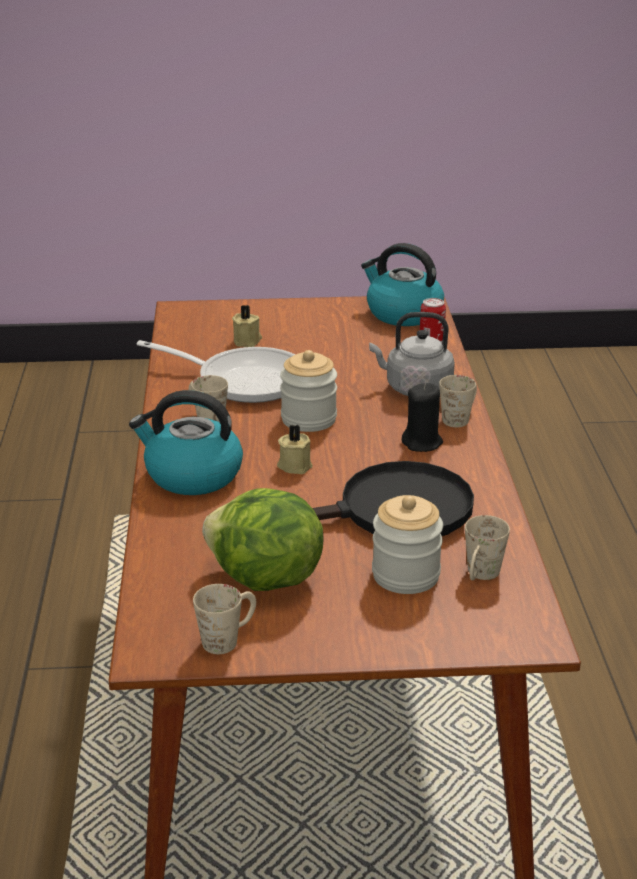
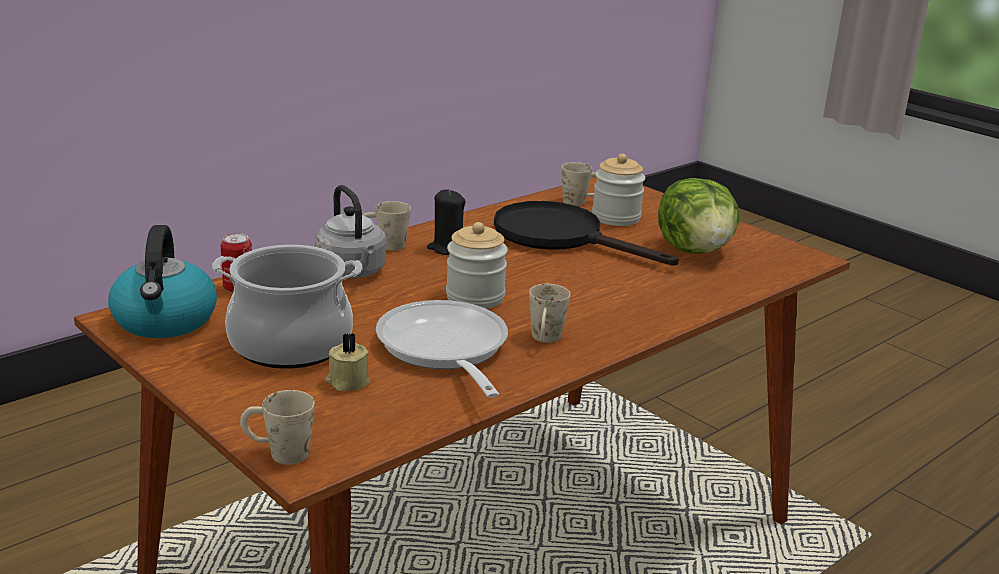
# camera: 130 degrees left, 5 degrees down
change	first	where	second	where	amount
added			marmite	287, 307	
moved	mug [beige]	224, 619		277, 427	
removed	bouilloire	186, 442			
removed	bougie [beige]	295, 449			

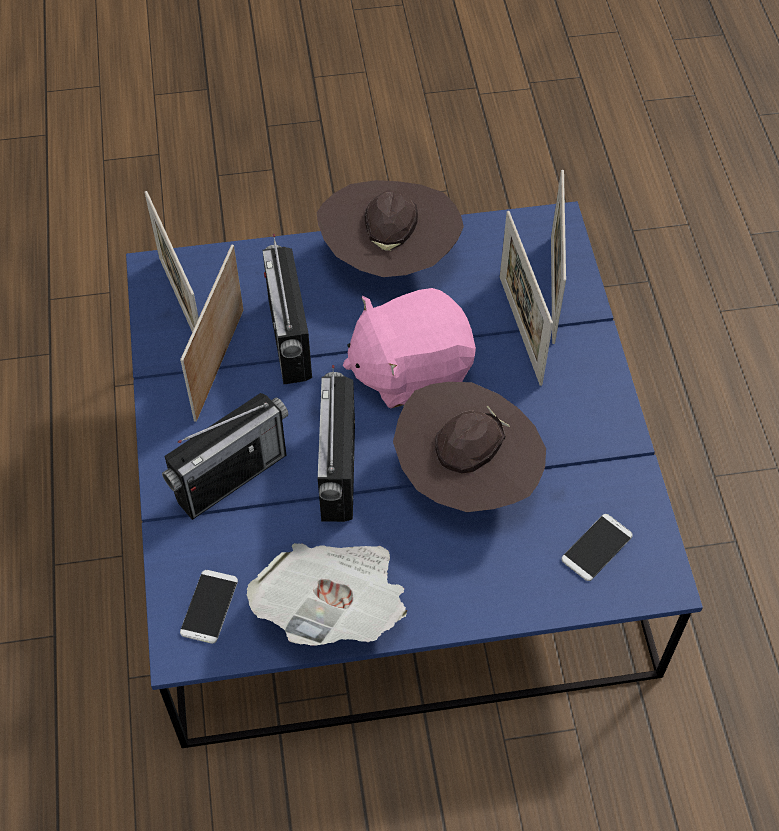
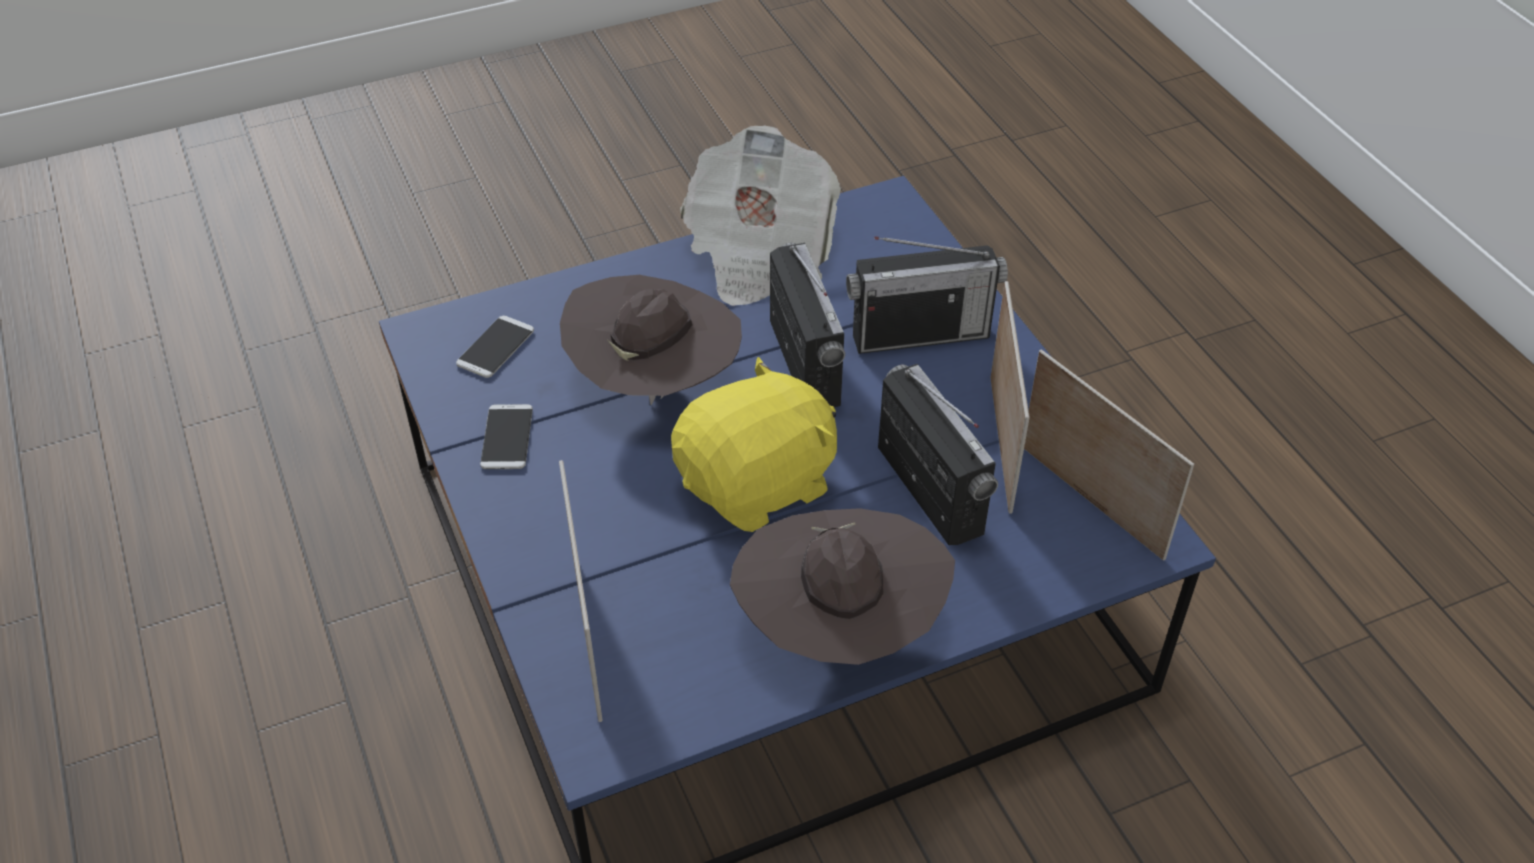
# camera: 165 degrees right, 10 degrees down
change	first	where	second	where	amount
moved	téléphone	209, 607		506, 436	
recoloured	peluche [rose]	409, 348	peluche [jaune]	754, 444	
turned	radio	225, 456		927, 295	135 degrees counterclockwise
removed	cadre photo	526, 298			

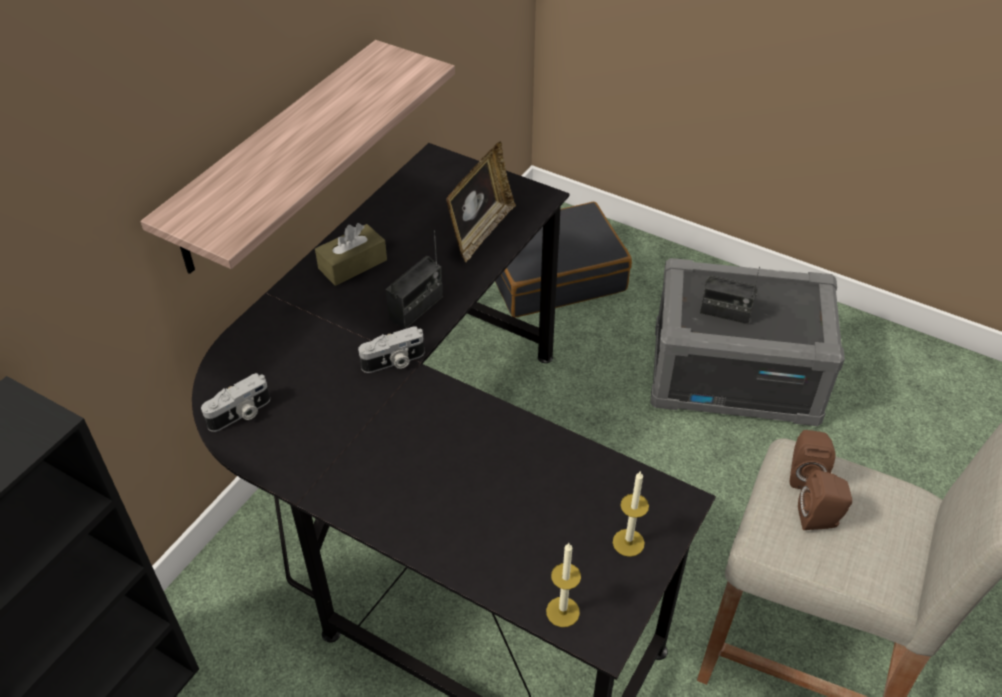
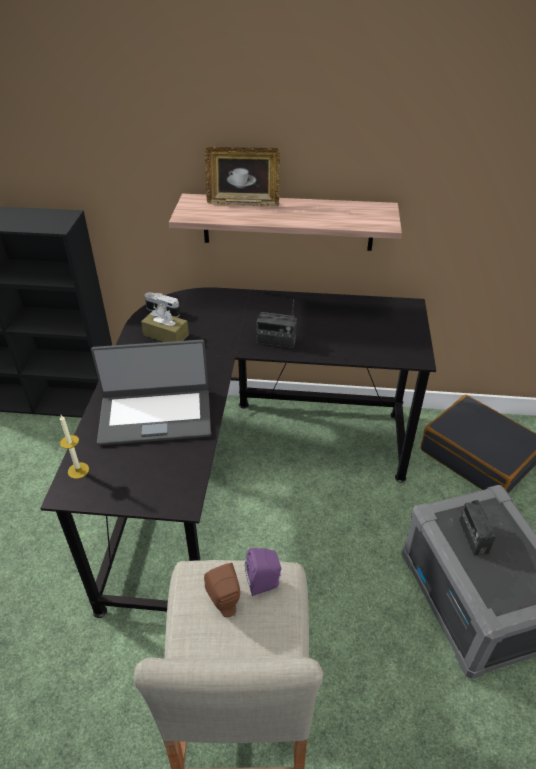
# camera: 65 degrees right, 5 degrees down
change	first	where	second	where	amount
added			ordinateur portable	151, 392	
moved	boîte à mouchoirs [marron]	351, 254		165, 324	
moved	cadre photo	481, 202		242, 177	
recoloured	enceinte [marron]	813, 459	enceinte [violet]	263, 572	
removed	appareil photo	391, 349			
removed	bougie	631, 514			

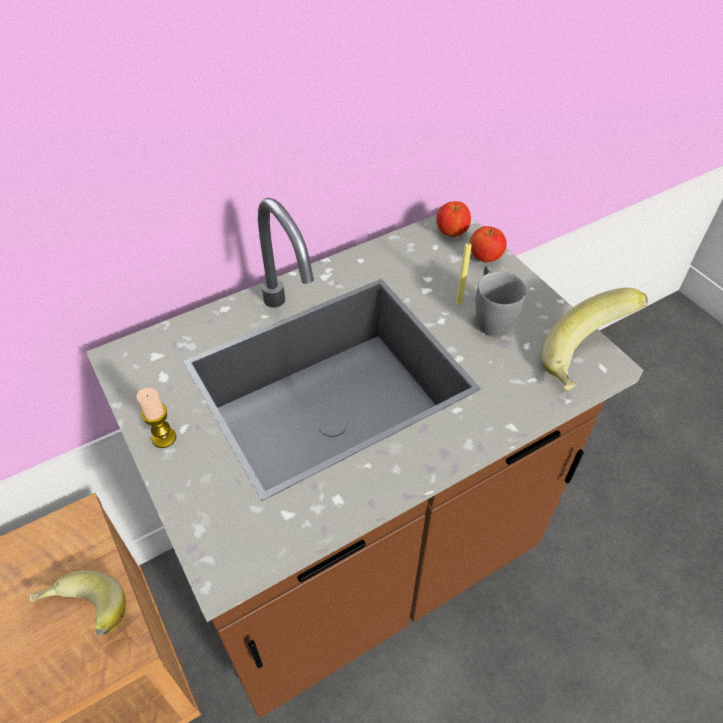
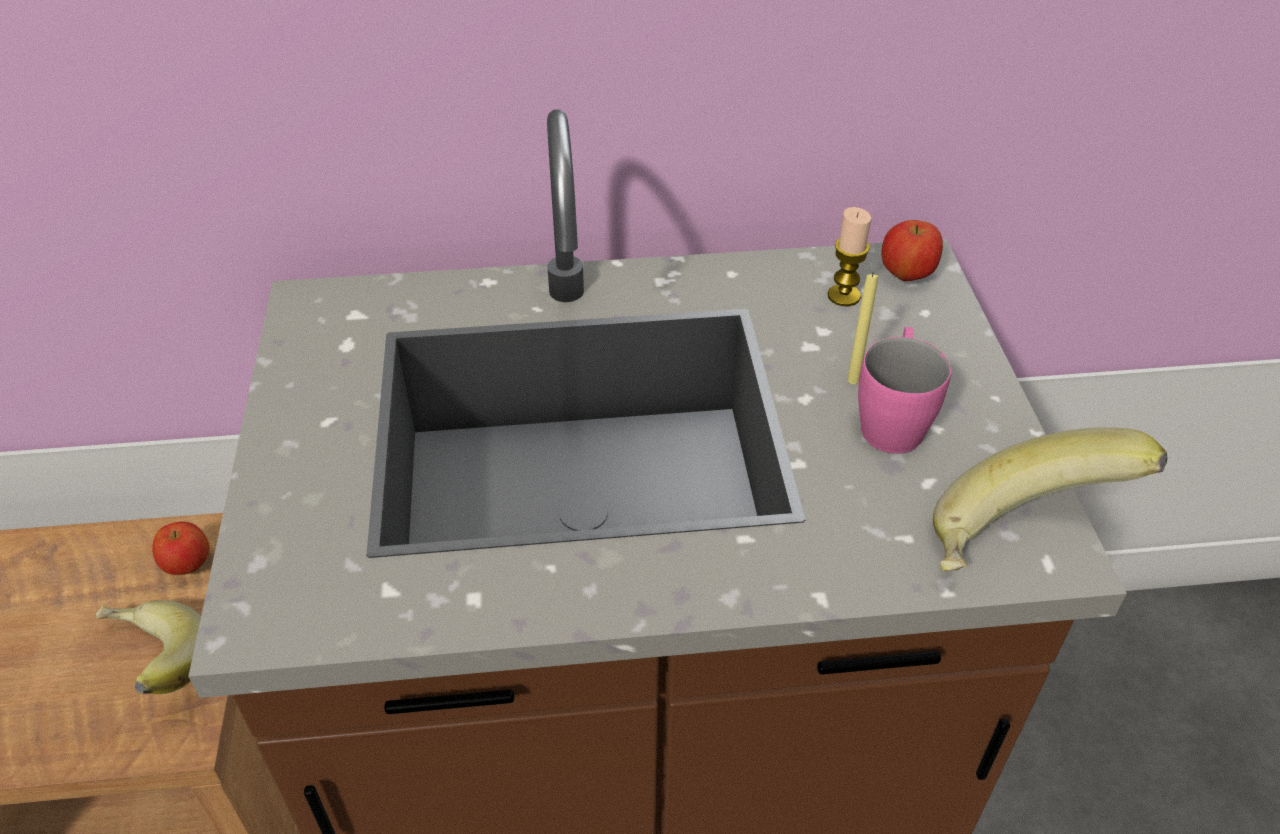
# camera: 25 degrees right, 5 degrees down
change	first	where	second	where	amount
moved	pomme	488, 244		181, 548	
moved	bougie	156, 418		849, 256	
recoloured	mug [gris]	500, 301	mug [rose]	904, 390	

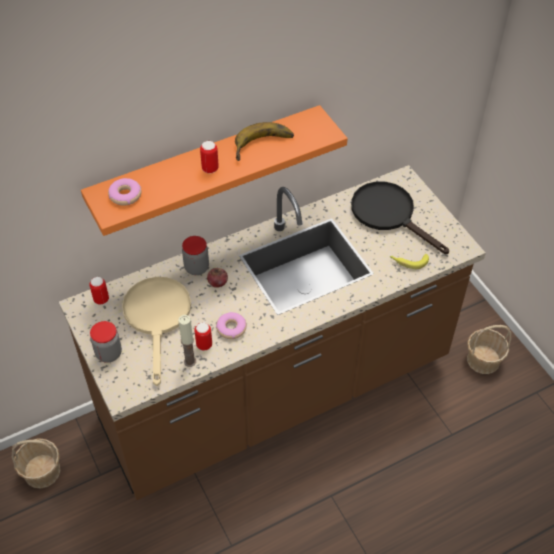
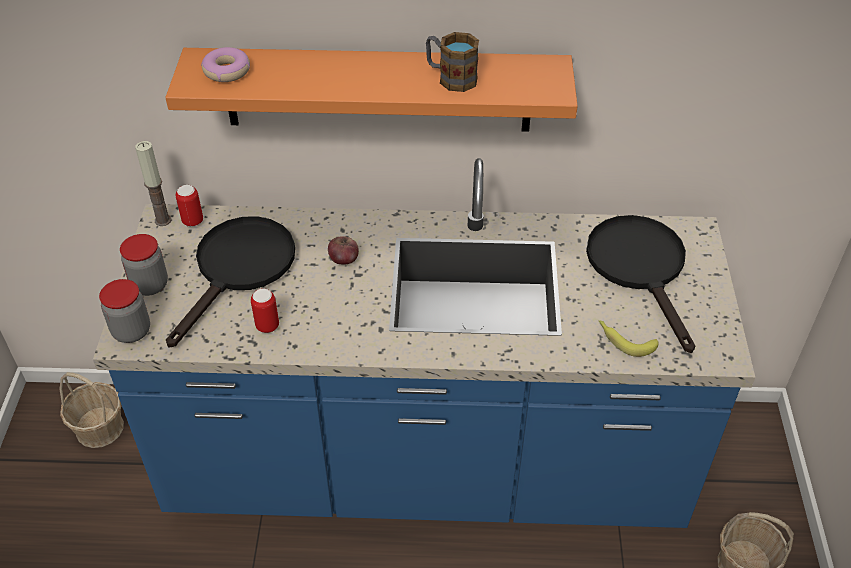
# camera: 30 degrees right, 5 degrees down
change	first	where	second	where	amount
recoloured	comptoir de cuisine [marron]	272, 332	comptoir de cuisine [bleu]	424, 343	
moved	bocal	195, 255		124, 311	
moved	bougie	187, 341		153, 183	
recoloured	poêle [beige]	156, 331	poêle [noir]	230, 282	
replaced	banane	264, 141	mug	452, 62	
removed	boîte métallique	209, 157			
removed	beignet	231, 325			

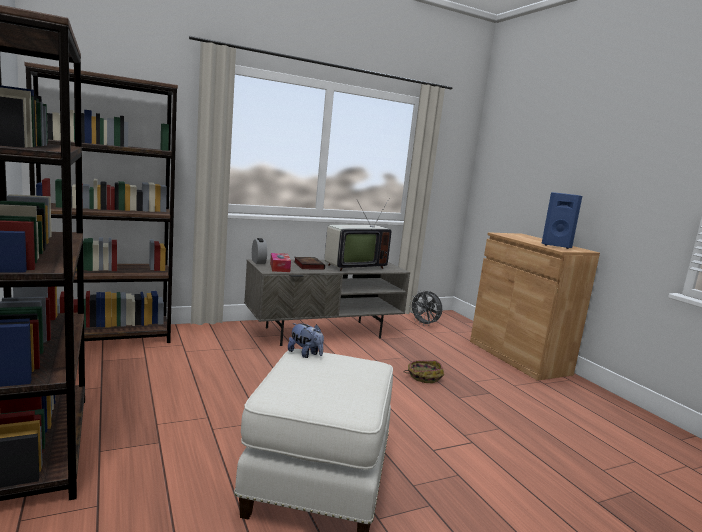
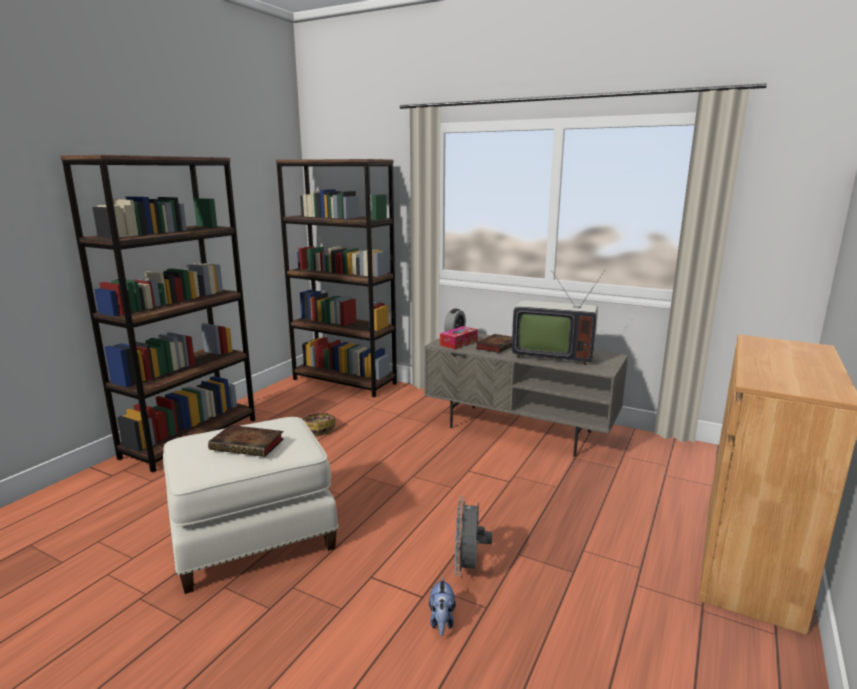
# camera: 55 degrees right, 5 degrees up
change	first	where	second	where	amount
added			livre	246, 441	
moved	panier	423, 371		319, 424	
moved	peluche	306, 340		442, 606	
moved	ventilateur [gris]	425, 308		473, 536	
removed	enceinte [bleu]	561, 220			

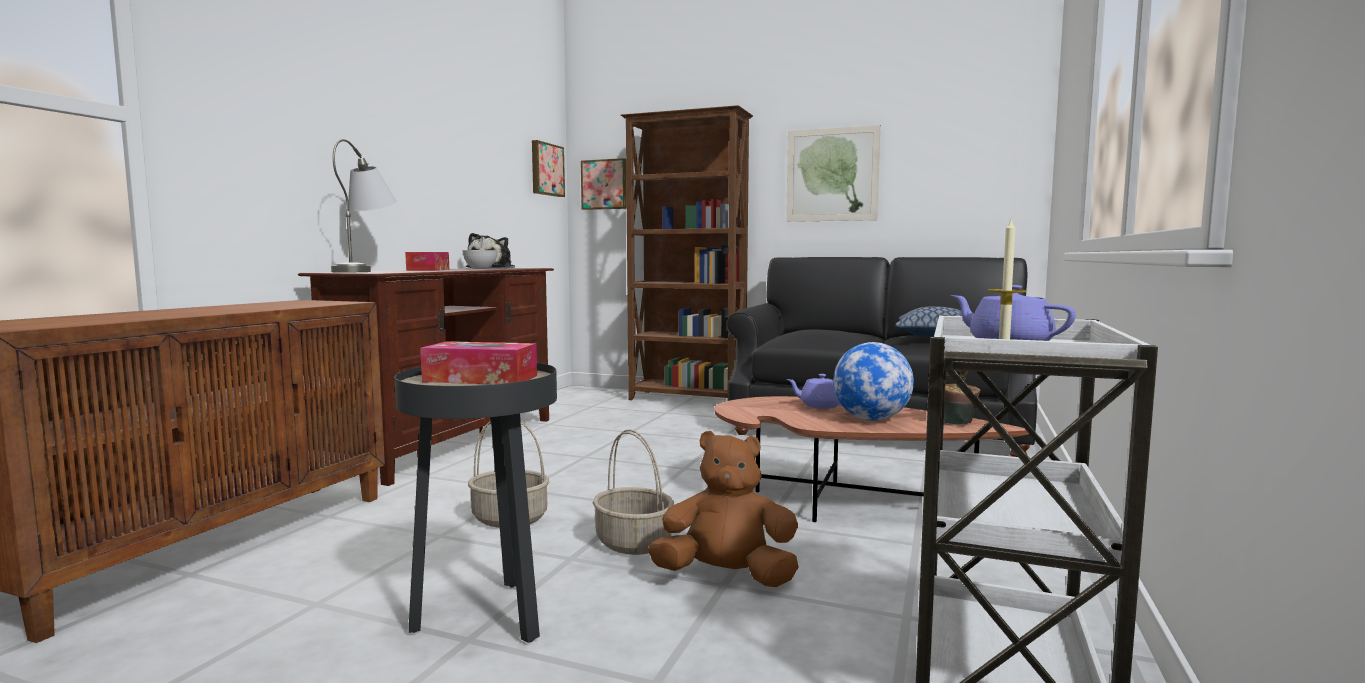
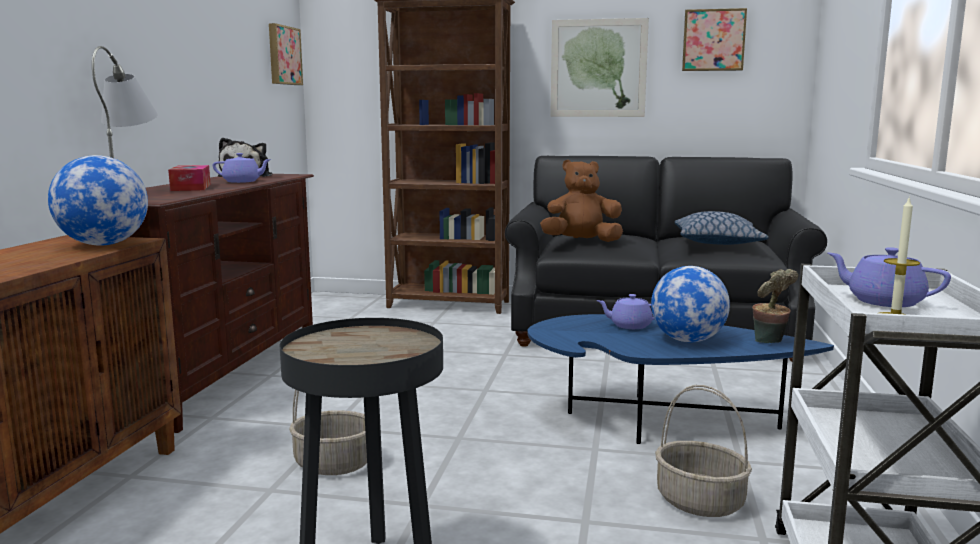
# camera: 10 degrees left, 5 degrees up
change	first	where	second	where	amount
added			globe	98, 200	
replaced	bol [gris]	480, 259	théière [violet]	242, 168	
recoloured	table basse [marron]	872, 459	table basse [bleu]	680, 379	
moved	peluche [marron]	723, 509		581, 201	
moved	panier	633, 492		703, 451	
moved	tableau	604, 184		714, 39	
removed	boîte à mouchoirs	478, 362			

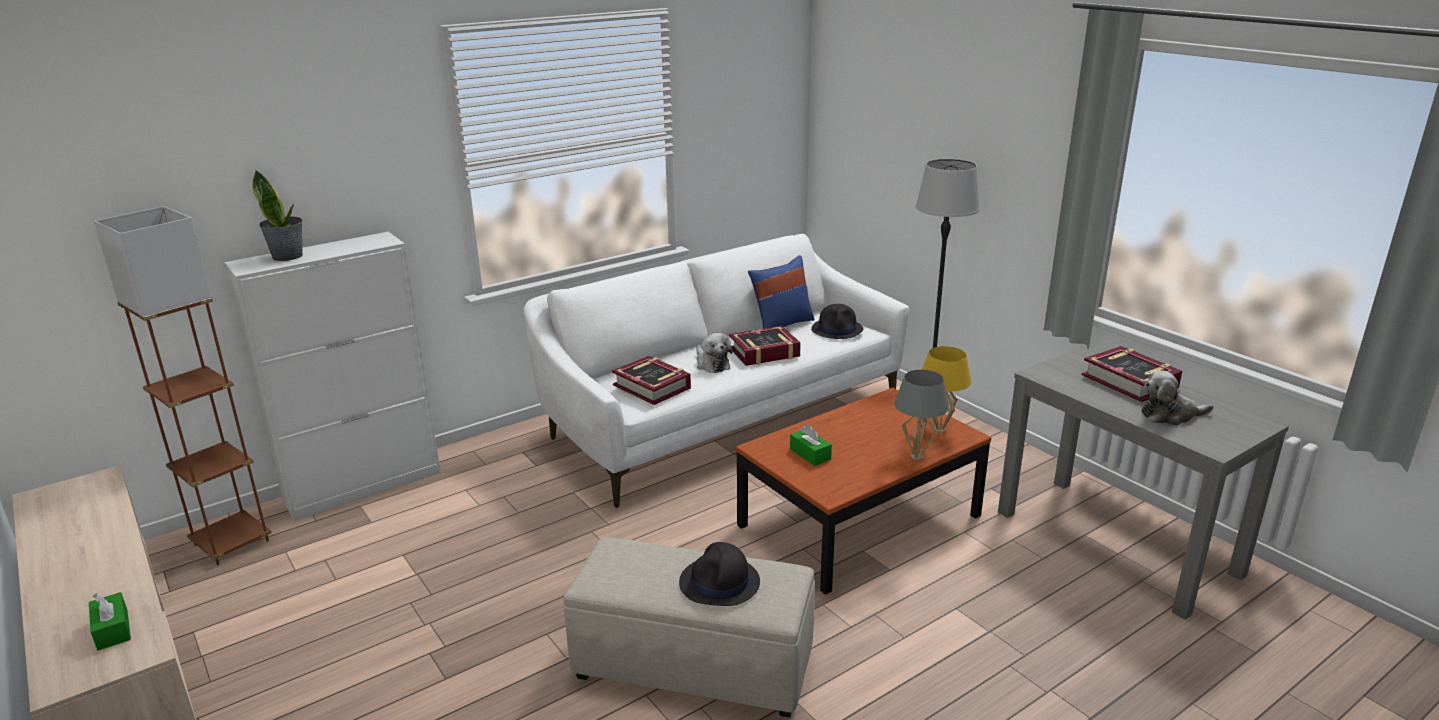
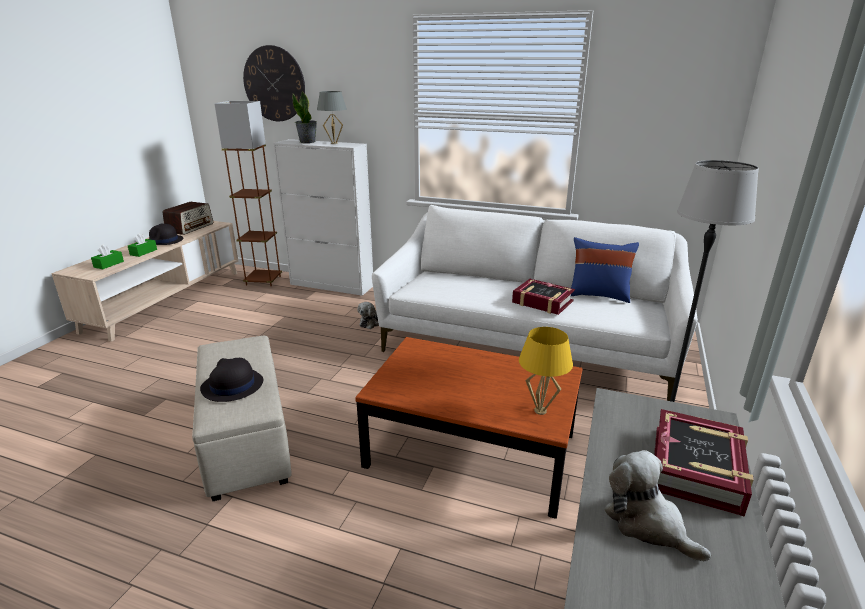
# camera: 55 degrees right, 0 degrees up
change	first	where	second	where	amount
moved	boîte à mouchoirs [vert]	811, 445		142, 245	
moved	chapeau [noir]	837, 321		166, 234	
added			radio	188, 218	
added			horloge murale	274, 83	
moved	lampe de table [gris]	921, 415		332, 117	
moved	peluche	715, 353		368, 315	
removed	livre	651, 380			

